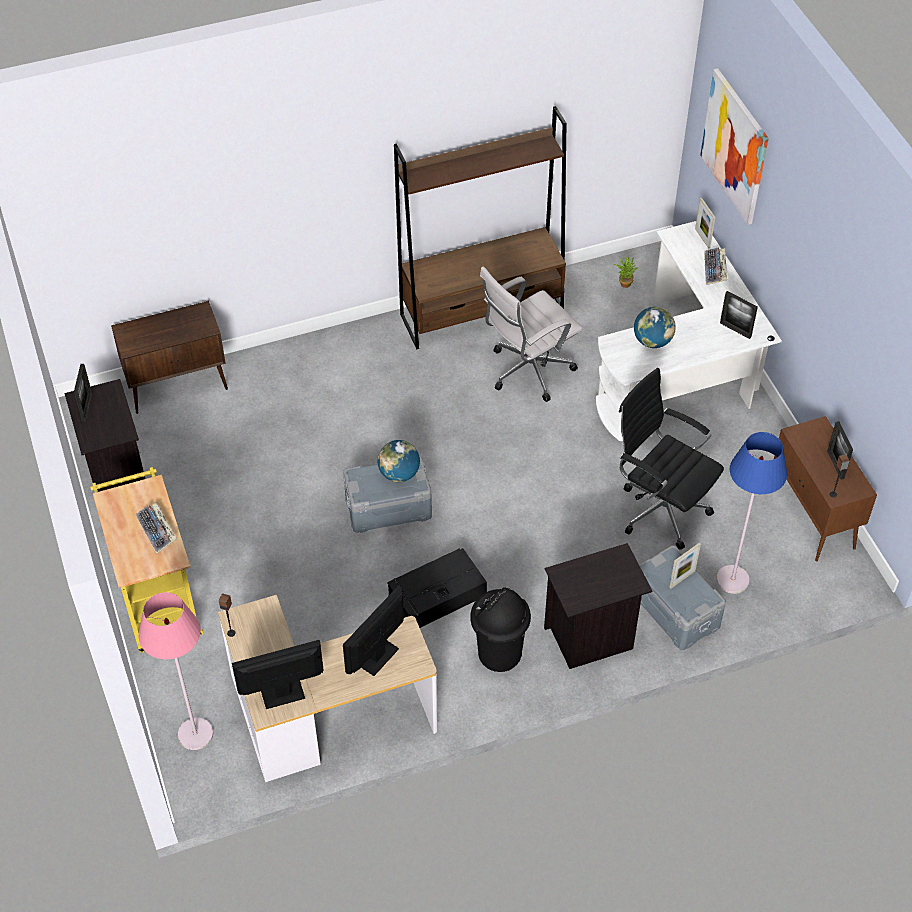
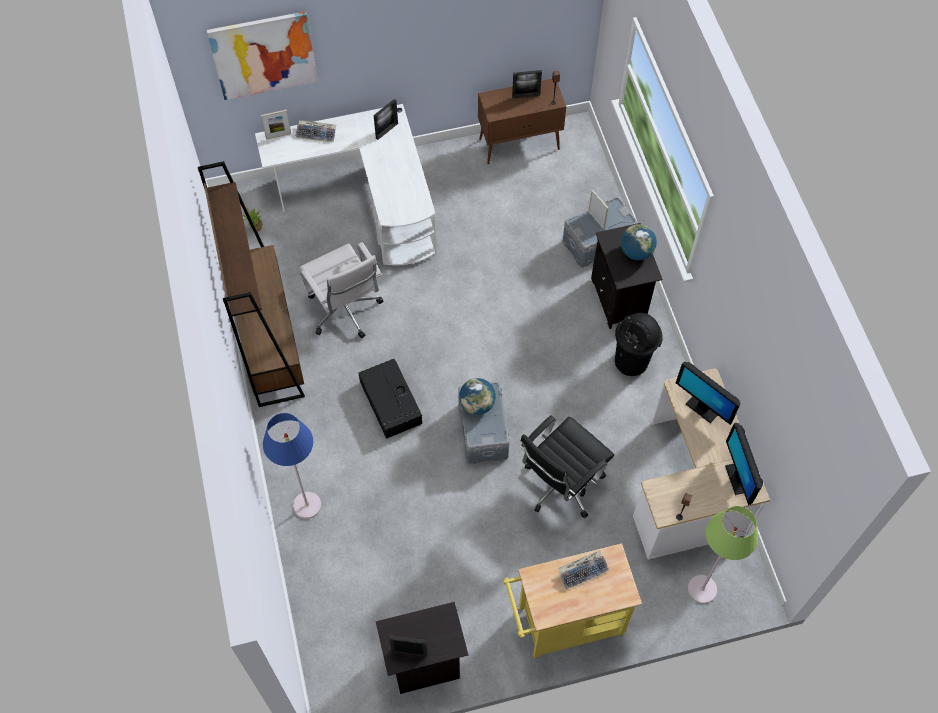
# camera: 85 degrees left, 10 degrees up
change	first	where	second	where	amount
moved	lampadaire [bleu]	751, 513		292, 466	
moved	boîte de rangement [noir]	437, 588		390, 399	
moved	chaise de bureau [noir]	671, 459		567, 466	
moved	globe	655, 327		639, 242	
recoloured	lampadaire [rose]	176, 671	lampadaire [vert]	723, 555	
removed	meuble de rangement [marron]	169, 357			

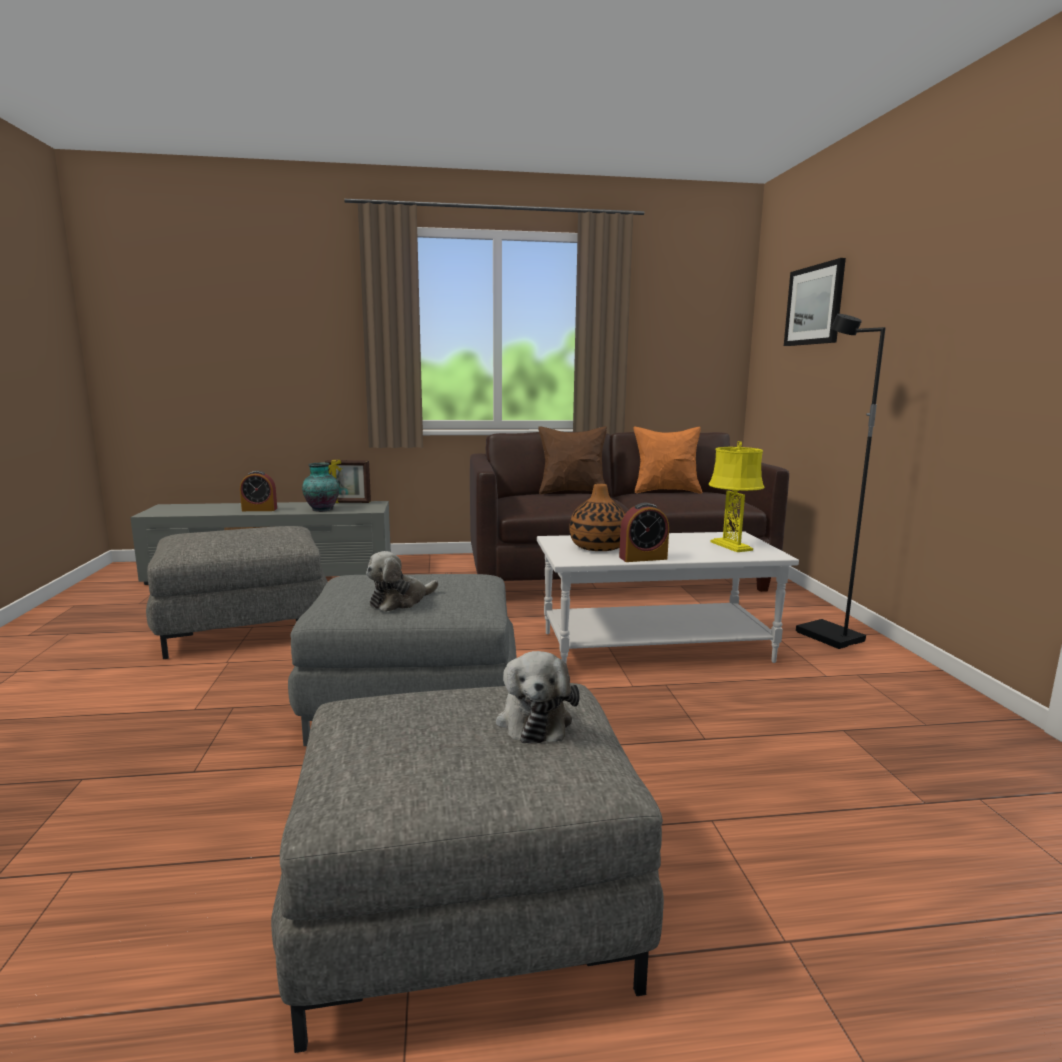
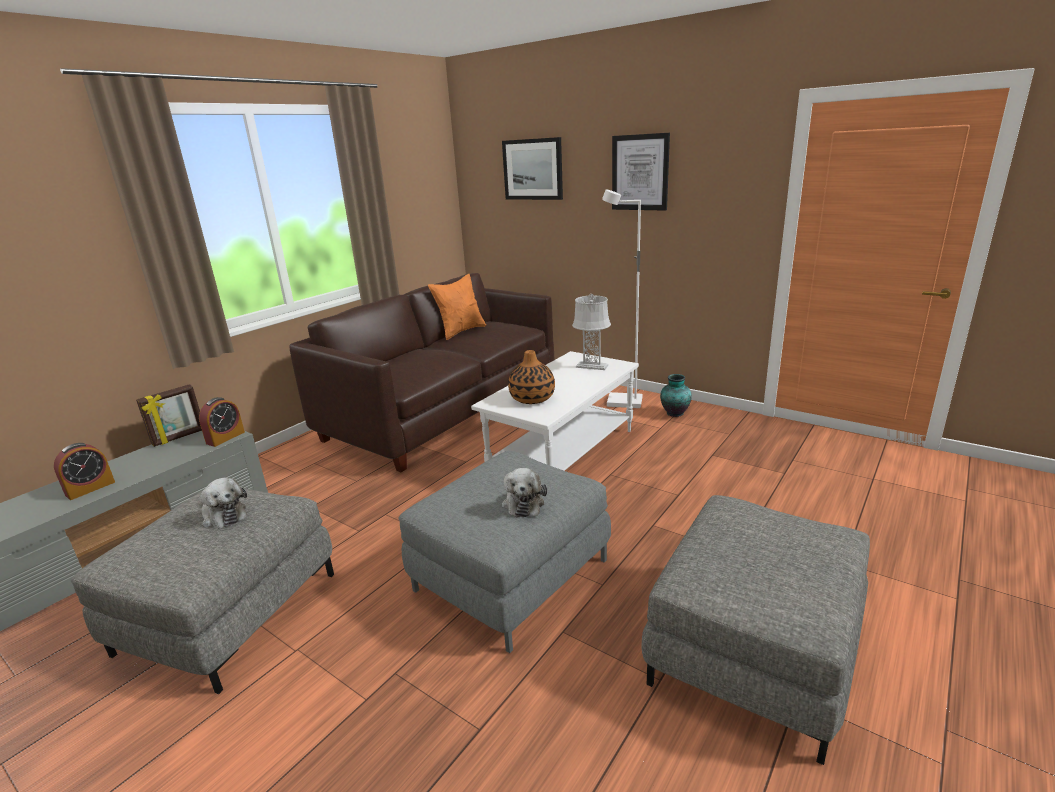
# camera: 45 degrees left, 10 degrees up
change	first	where	second	where	amount
moved	réveil	644, 532		222, 422	
moved	peluche	538, 697		223, 503	
recoloured	lampe de table [jaune]	737, 496	lampe de table [gris]	591, 332	
recoloured	lampadaire [noir]	840, 481	lampadaire [blanc]	622, 298	
added			tableau	641, 172	
moved	vase	320, 487		676, 395	
removed	coussin [marron]	572, 460			

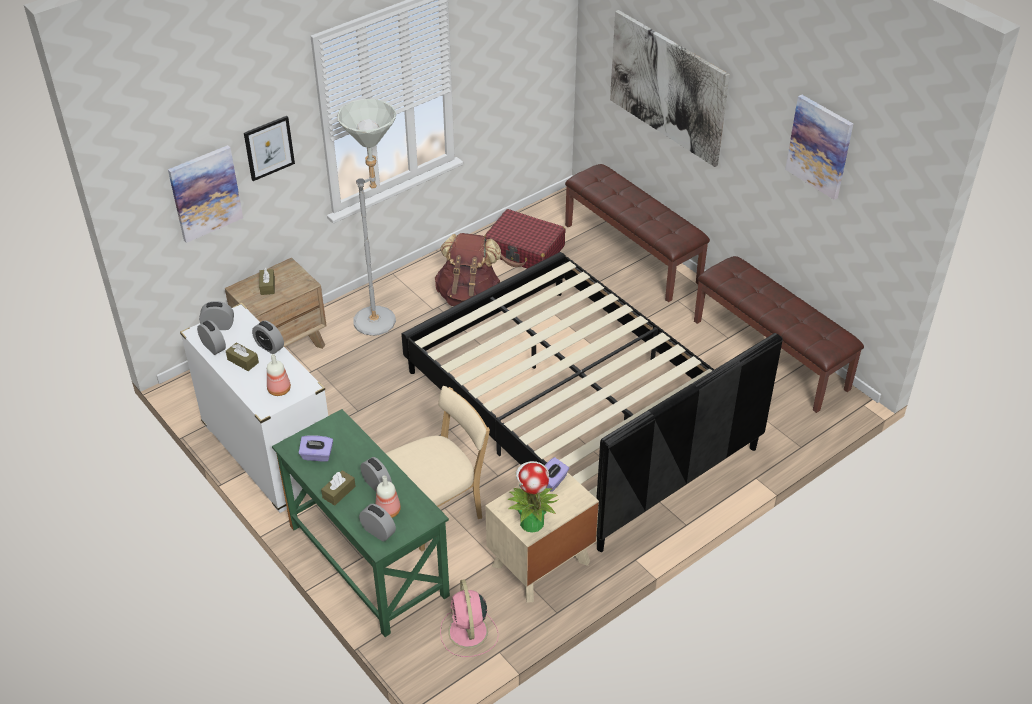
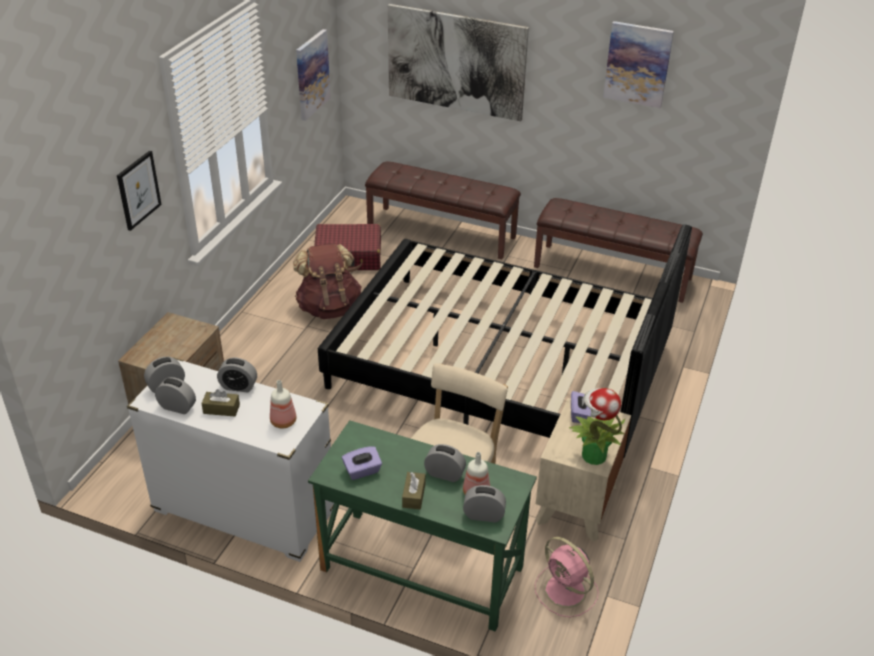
# camera: 30 degrees left, 5 degrees down
change	first	where	second	where	amount
moved	tableau	205, 194		313, 75	
removed	boîte à mouchoirs [marron]	267, 281			
removed	lampadaire [gris]	366, 217			

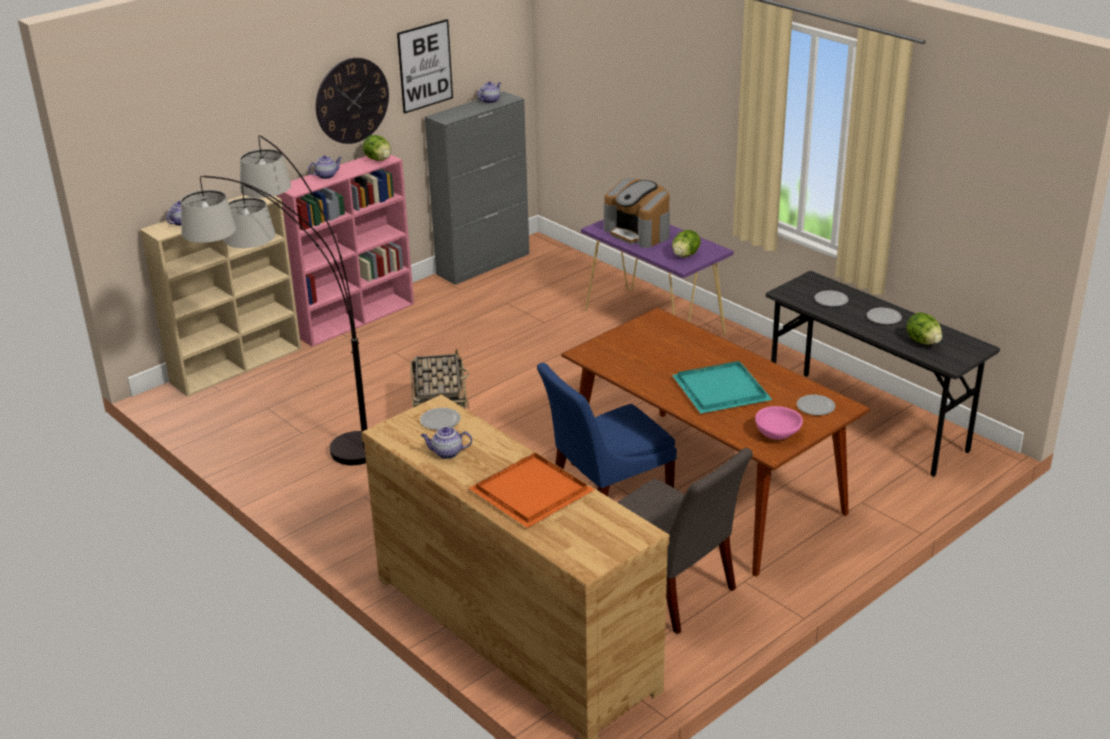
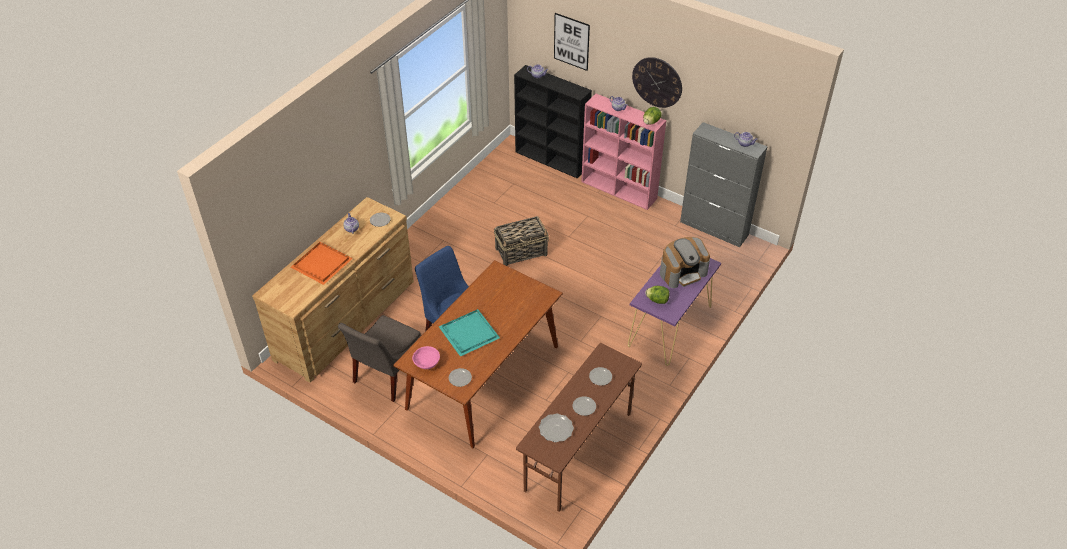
# camera: 75 degrees right, 15 degrees up
change	first	where	second	where	amount
recoloured	bibliothèque [beige]	220, 295	bibliothèque [noir]	553, 122	
recoloured	bureau [gris]	883, 374	bureau [marron]	579, 427	
replaced	laitue	924, 328	assiette	556, 427	
moved	tableau	425, 66		572, 42	
turned	machine à café	637, 213		685, 262	150 degrees counterclockwise
removed	lampadaire	274, 300			

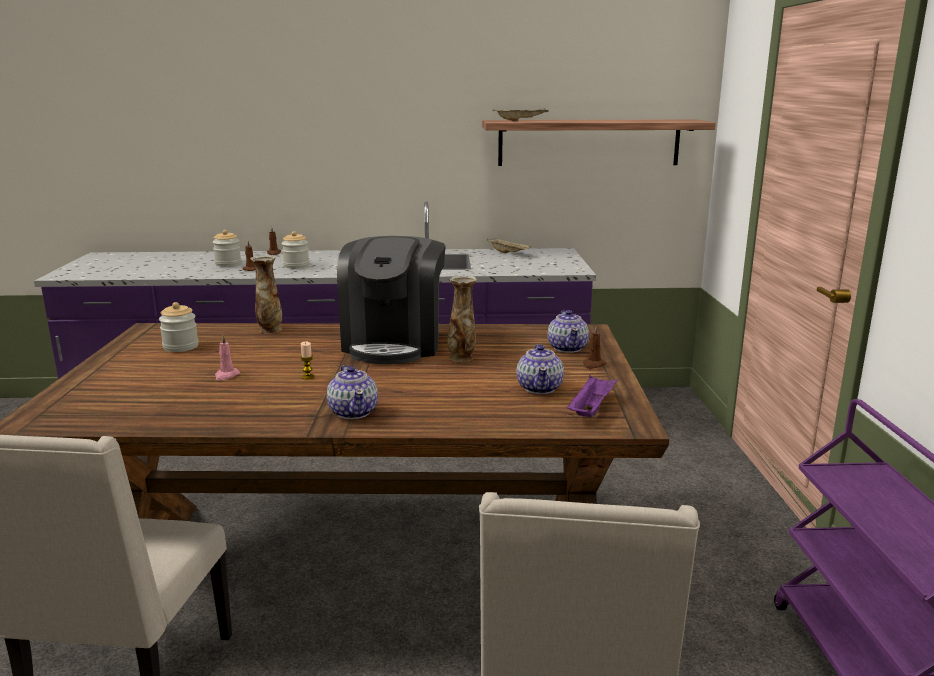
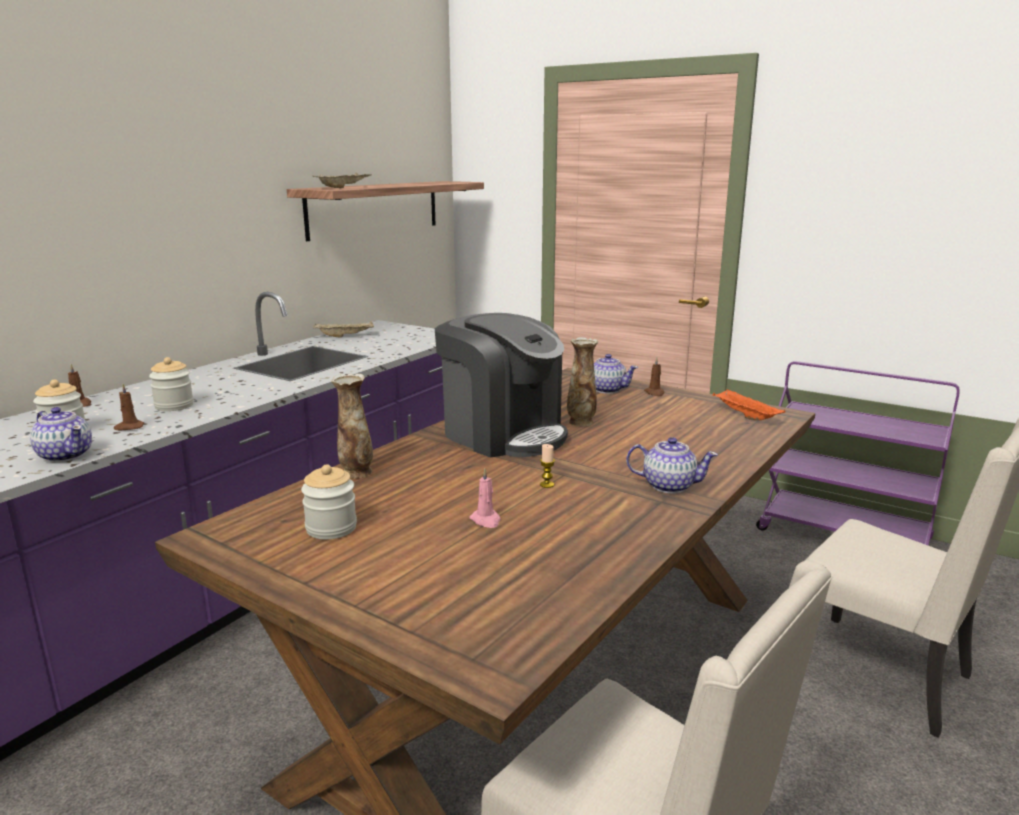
# camera: 55 degrees left, 0 degrees up
change	first	where	second	where	amount
moved	théière	540, 369		61, 434	
recoloured	plateau [violet]	592, 396	plateau [orange]	748, 404	

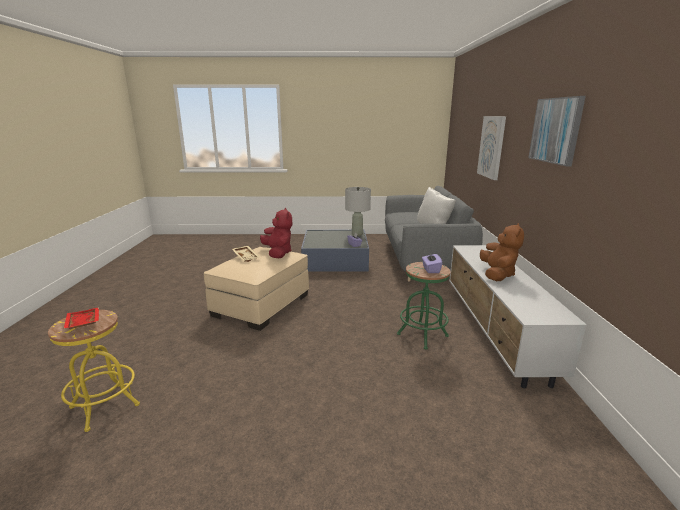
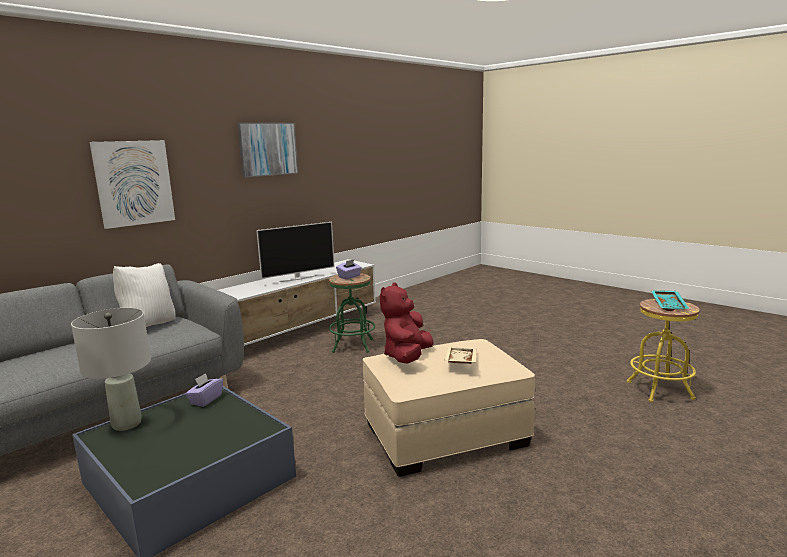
# camera: 135 degrees left, 5 degrees down
change	first	where	second	where	amount
replaced	peluche [marron]	502, 252	téléviseur	295, 252	
recoloured	plateau [rouge]	81, 318	plateau [turquoise]	670, 300	

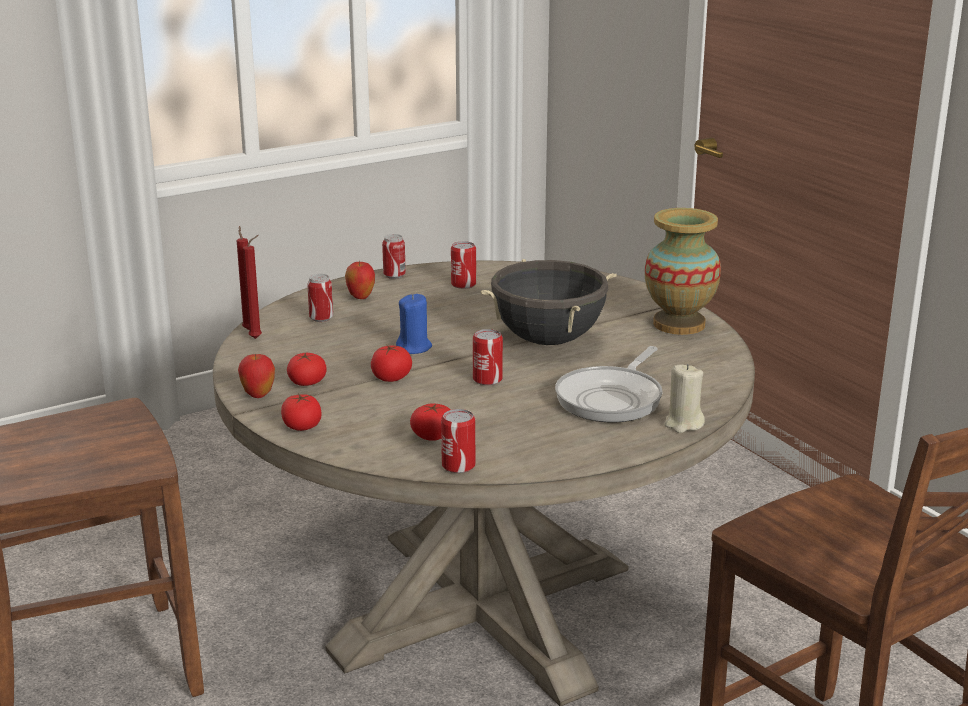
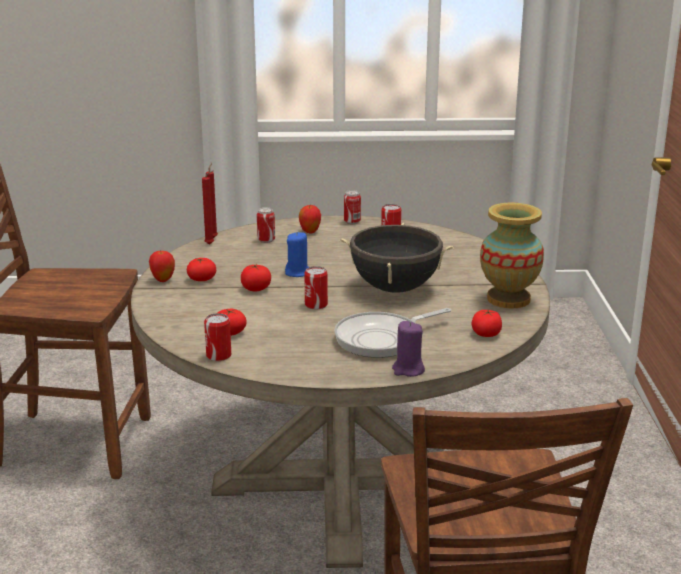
# camera: 30 degrees right, 0 degrees up
change	first	where	second	where	amount
recoloured	bougie [beige]	684, 398	bougie [violet]	408, 349	
moved	tomate	301, 412		487, 323	

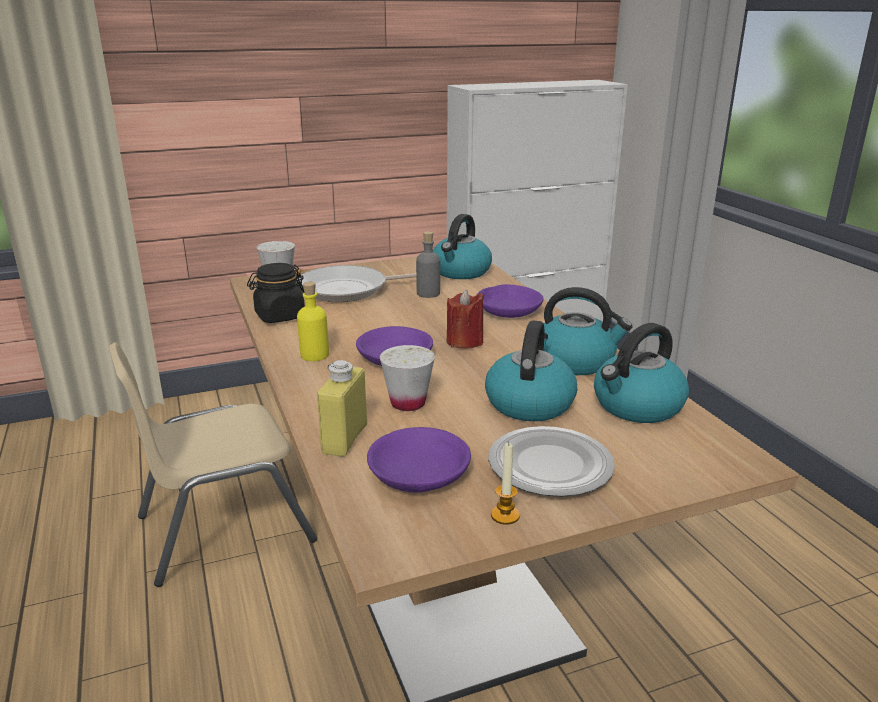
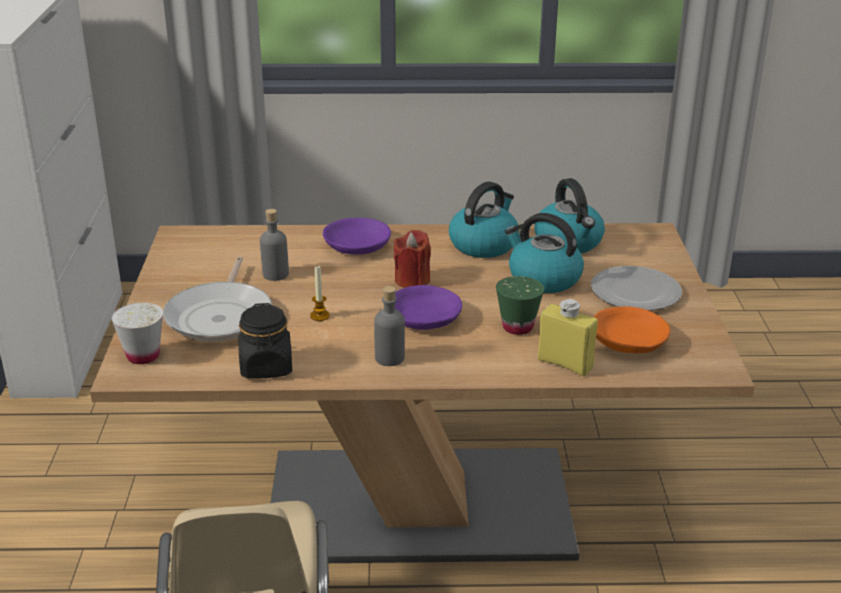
# camera: 70 degrees left, 5 degrees up
change	first	where	second	where	amount
moved	bougie	505, 484		320, 293	
recoloured	bouteille [jaune]	313, 321	bouteille [gris]	389, 326	
recoloured	tasse [blanc]	407, 378	tasse [vert]	520, 305	
recoloured	bol [violet]	419, 460	bol [orange]	632, 330	
removed	bouilloire	462, 246			

